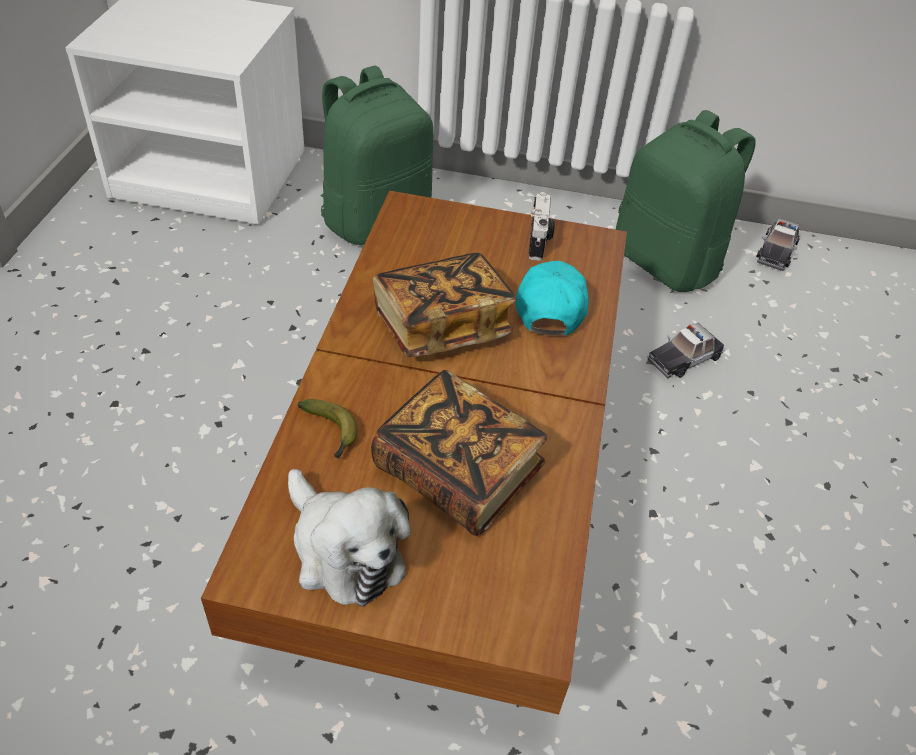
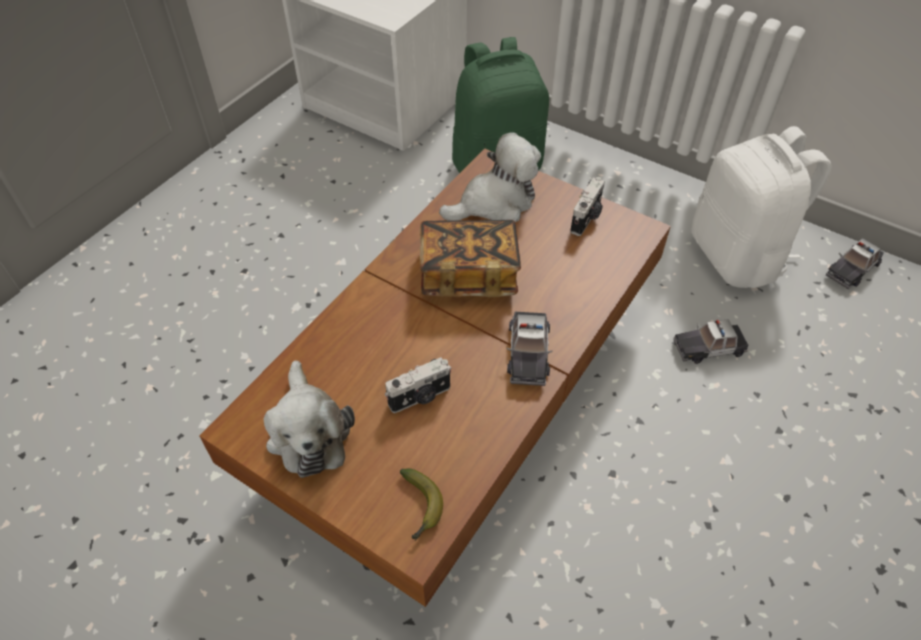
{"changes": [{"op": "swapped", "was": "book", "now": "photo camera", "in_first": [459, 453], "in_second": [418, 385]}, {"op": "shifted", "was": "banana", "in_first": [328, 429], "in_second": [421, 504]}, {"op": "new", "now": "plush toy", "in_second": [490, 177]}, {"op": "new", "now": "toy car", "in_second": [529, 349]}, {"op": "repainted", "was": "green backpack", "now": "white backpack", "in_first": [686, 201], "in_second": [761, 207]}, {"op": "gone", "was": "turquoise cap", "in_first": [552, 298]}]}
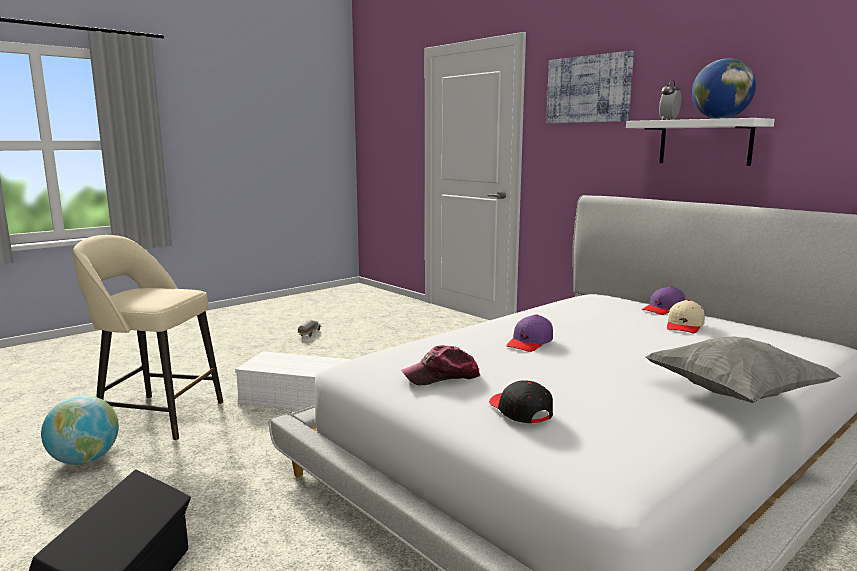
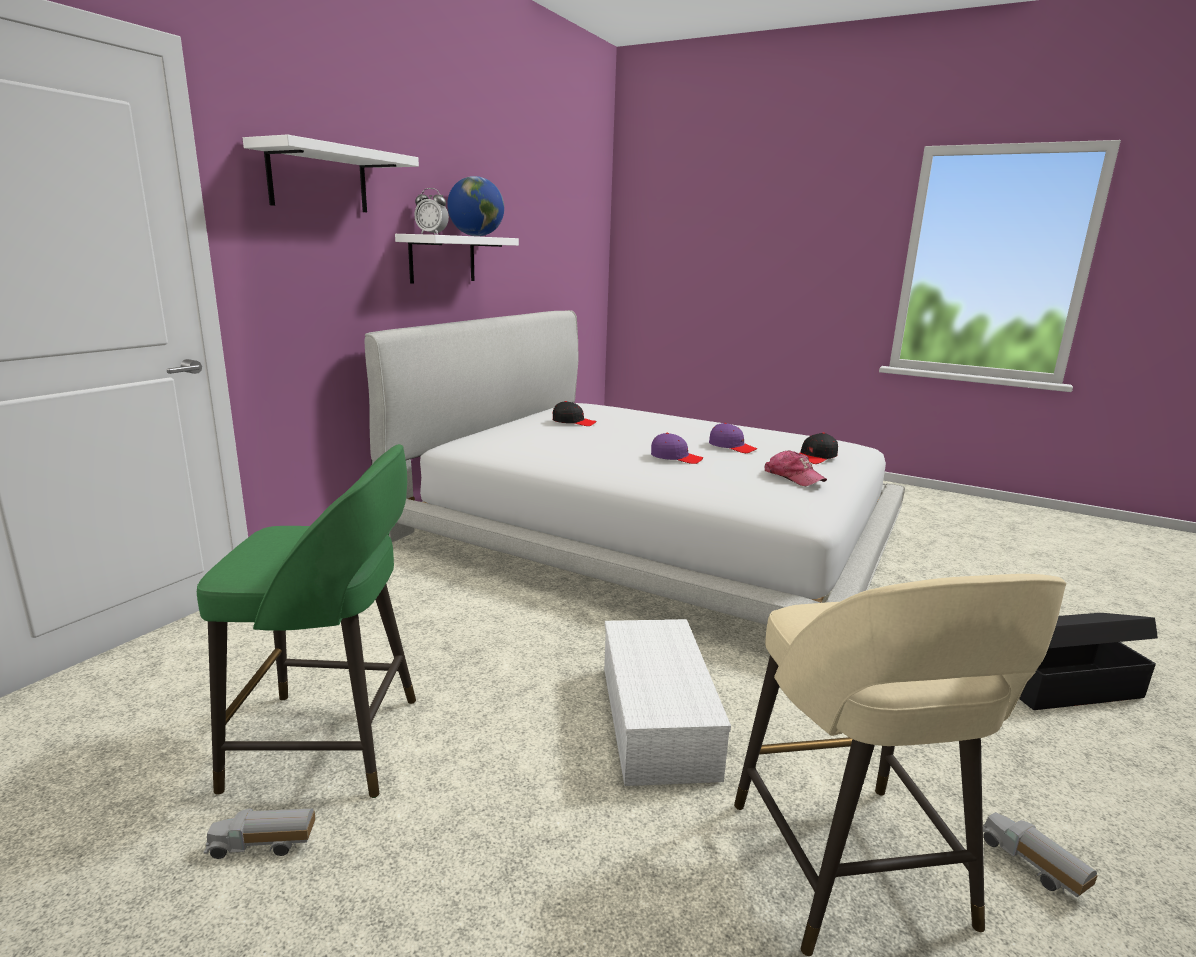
{"changes": [{"op": "new", "now": "green stool", "in_second": [306, 621]}, {"op": "swapped", "was": "picture", "now": "white shelf", "in_first": [590, 87], "in_second": [331, 173]}, {"op": "repainted", "was": "beige cap", "now": "black cap", "in_first": [686, 316], "in_second": [575, 413]}, {"op": "shifted", "was": "purple cap", "in_first": [663, 300], "in_second": [733, 438]}, {"op": "swapped", "was": "globe", "now": "toy truck", "in_first": [80, 430], "in_second": [1040, 854]}, {"op": "gone", "was": "grey pillow", "in_first": [743, 369]}]}
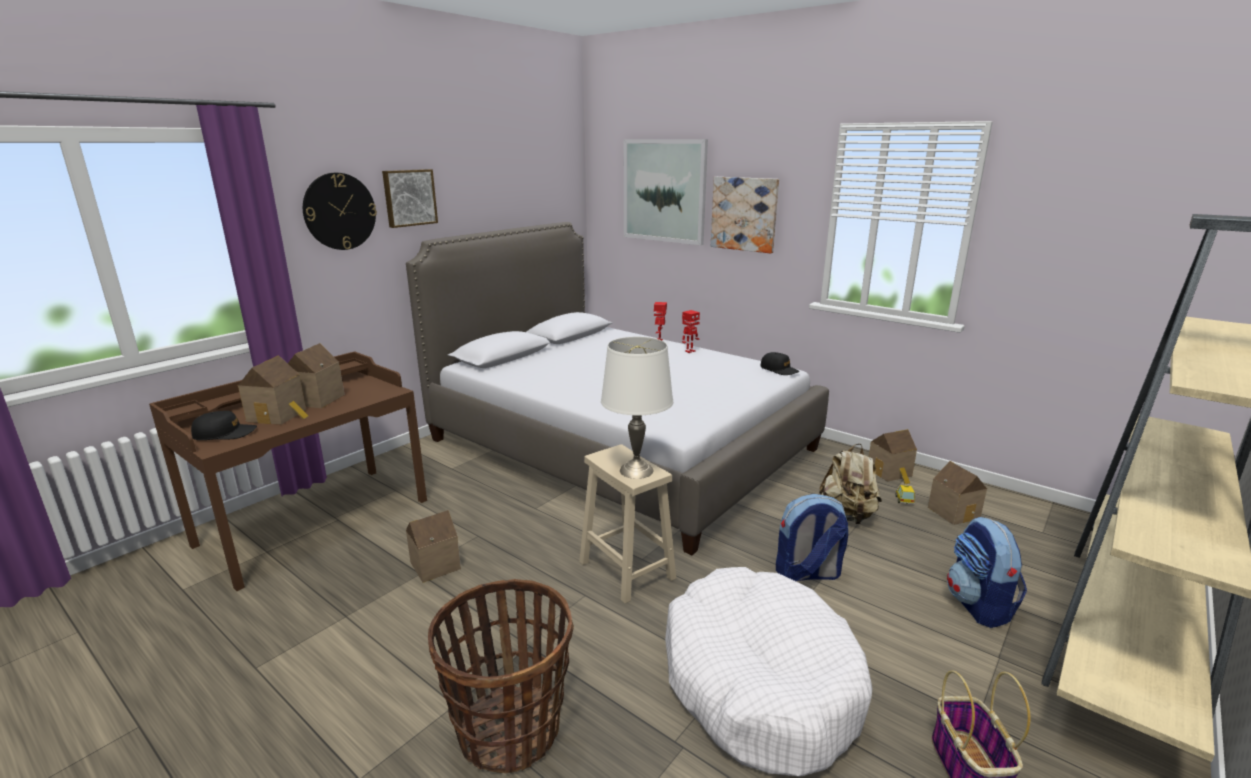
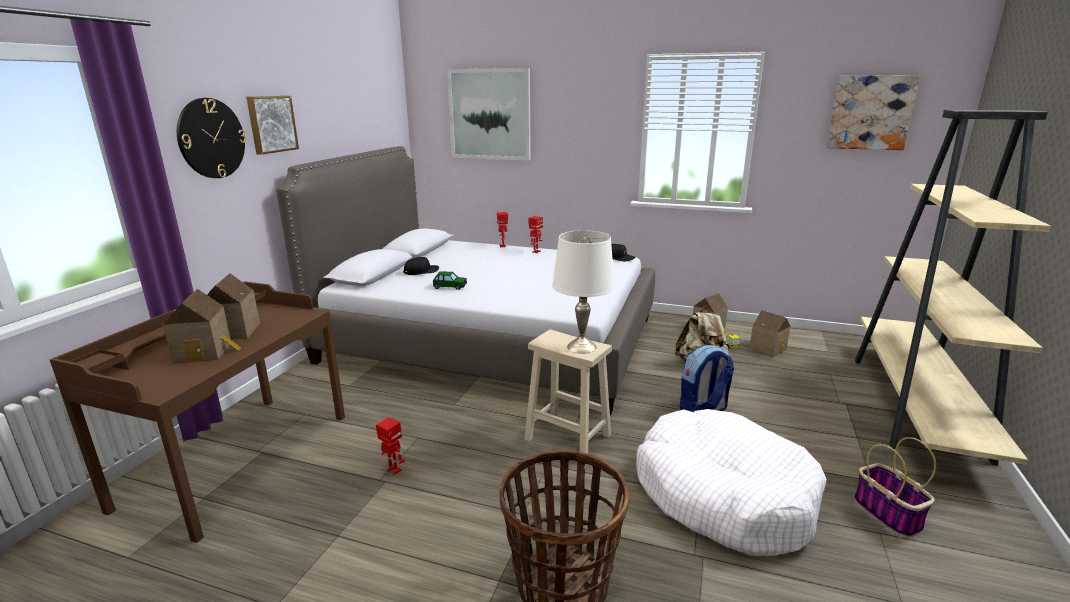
{"changes": [{"op": "swapped", "was": "toy house", "now": "toy robot", "in_first": [433, 546], "in_second": [390, 446]}, {"op": "shifted", "was": "black cap", "in_first": [224, 425], "in_second": [421, 266]}, {"op": "new", "now": "toy car", "in_second": [450, 280]}, {"op": "shifted", "was": "picture", "in_first": [745, 215], "in_second": [873, 112]}, {"op": "gone", "was": "backpack", "in_first": [987, 572]}]}
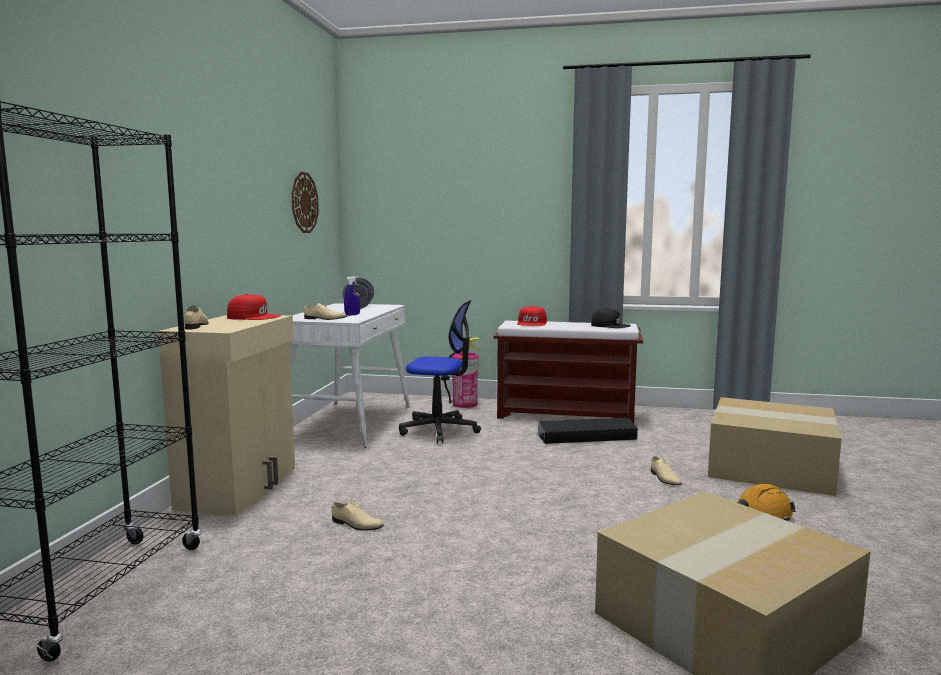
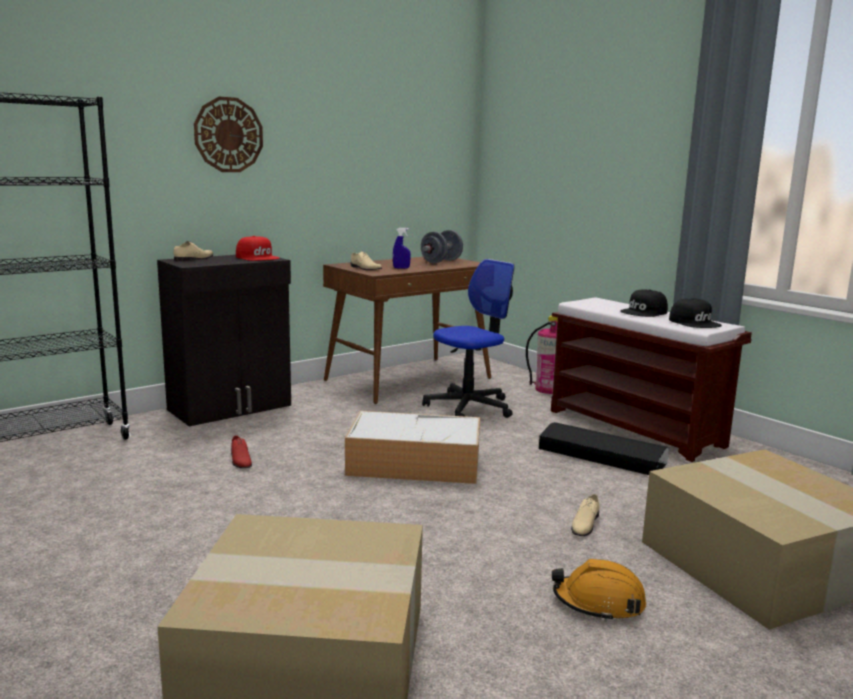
{"changes": [{"op": "repainted", "was": "beige cabinet", "now": "black cabinet", "in_first": [226, 415], "in_second": [224, 340]}, {"op": "shifted", "was": "wall clock", "in_first": [305, 202], "in_second": [228, 134]}, {"op": "repainted", "was": "beige shoe", "now": "red shoe", "in_first": [357, 516], "in_second": [241, 452]}, {"op": "repainted", "was": "white desk", "now": "brown desk", "in_first": [350, 375], "in_second": [407, 330]}, {"op": "new", "now": "storage box", "in_second": [412, 447]}, {"op": "rotated", "was": "office chair", "in_first": [440, 371], "in_second": [468, 338], "clockwise": -90}, {"op": "new", "now": "black cap", "in_second": [644, 303]}, {"op": "gone", "was": "red cap", "in_first": [532, 316]}]}
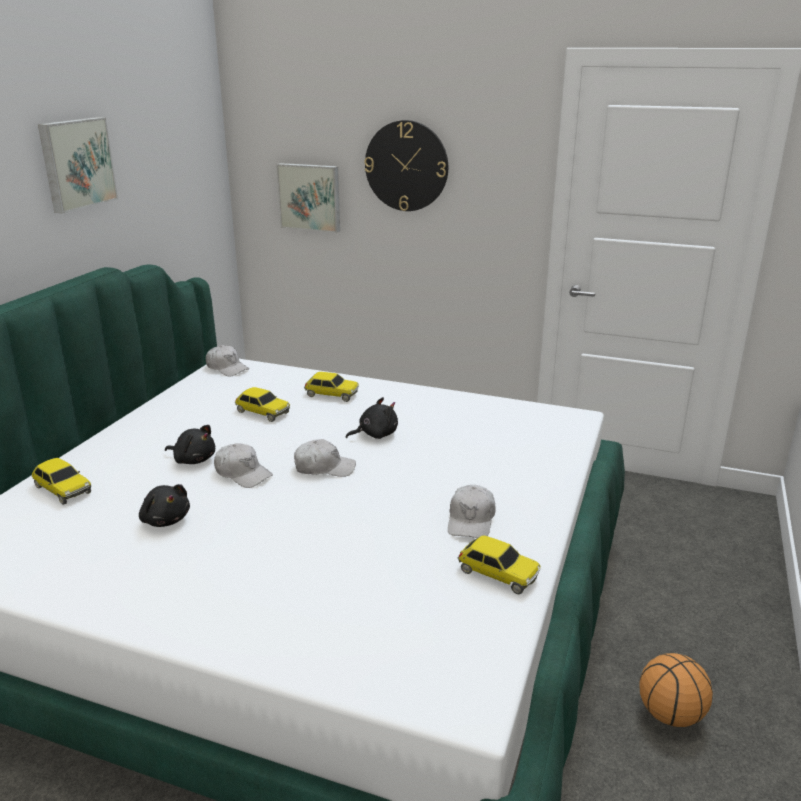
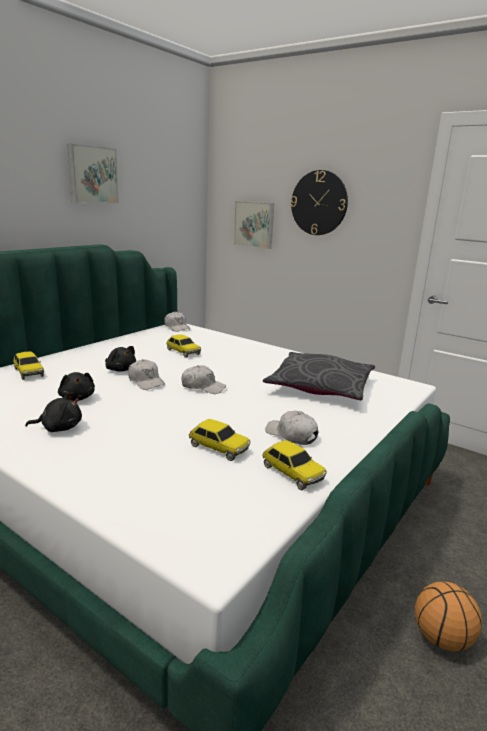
{"changes": [{"op": "shifted", "was": "black plush toy", "in_first": [372, 418], "in_second": [53, 412]}, {"op": "shifted", "was": "toy car", "in_first": [331, 387], "in_second": [219, 440]}, {"op": "new", "now": "grey pillow", "in_second": [319, 376]}, {"op": "rotated", "was": "white cap", "in_first": [472, 511], "in_second": [292, 428], "clockwise": 105}]}
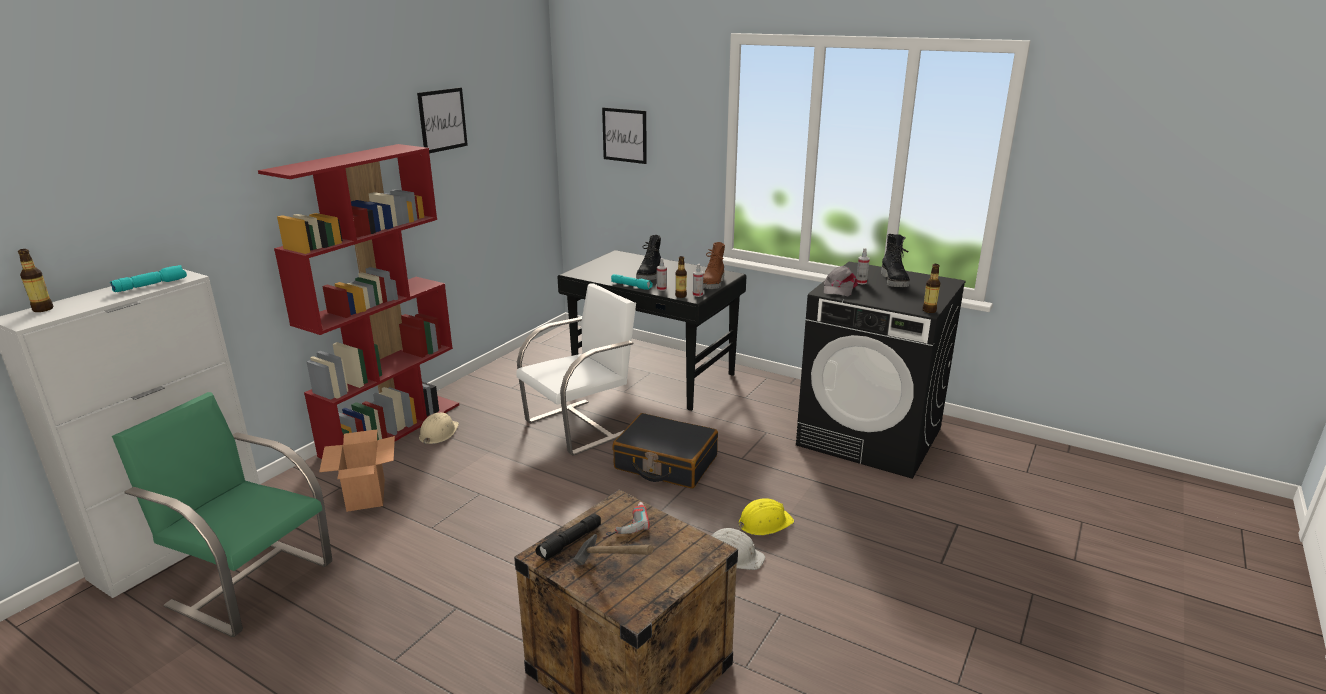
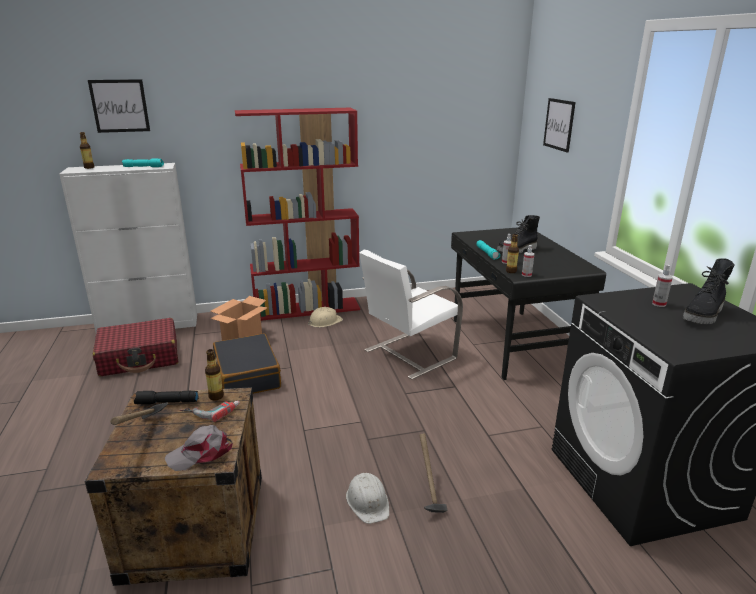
{"changes": [{"op": "shifted", "was": "picture", "in_first": [442, 121], "in_second": [119, 106]}, {"op": "swapped", "was": "green chair", "now": "red suitcase", "in_first": [222, 514], "in_second": [135, 347]}, {"op": "shifted", "was": "grey cap", "in_first": [841, 281], "in_second": [199, 448]}, {"op": "shifted", "was": "bottle", "in_first": [931, 288], "in_second": [214, 374]}, {"op": "shifted", "was": "black suitcase", "in_first": [665, 450], "in_second": [247, 363]}, {"op": "rotated", "was": "white chair", "in_first": [576, 369], "in_second": [411, 315], "clockwise": 135}, {"op": "swapped", "was": "yellow hard hat", "now": "hammer", "in_first": [766, 516], "in_second": [433, 473]}, {"op": "gone", "was": "brown boot", "in_first": [714, 265]}]}
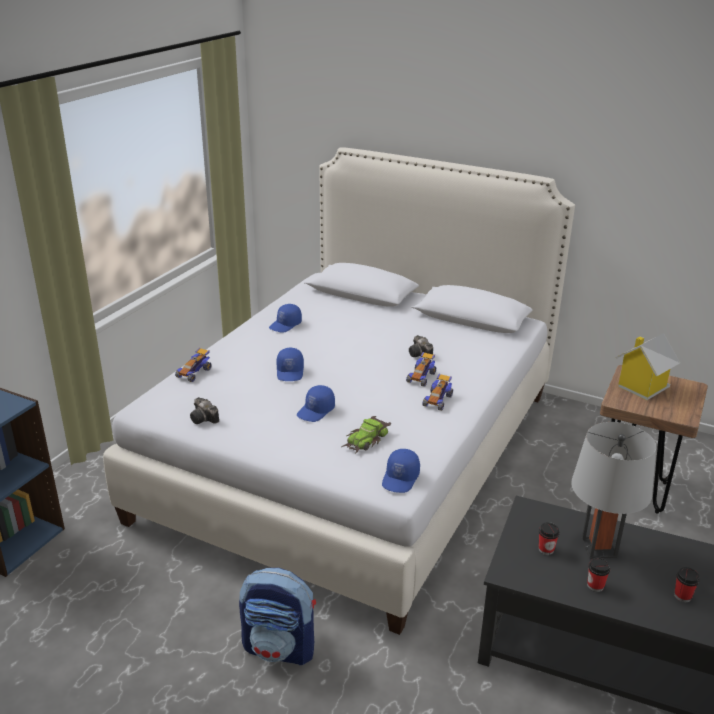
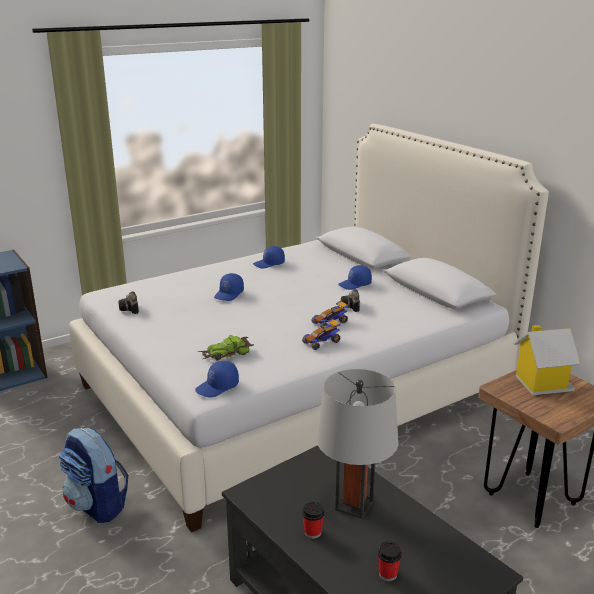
{"changes": [{"op": "shifted", "was": "blue cap", "in_first": [316, 403], "in_second": [355, 277]}, {"op": "gone", "was": "toy car", "in_first": [193, 365]}, {"op": "gone", "was": "cup", "in_first": [549, 538]}]}
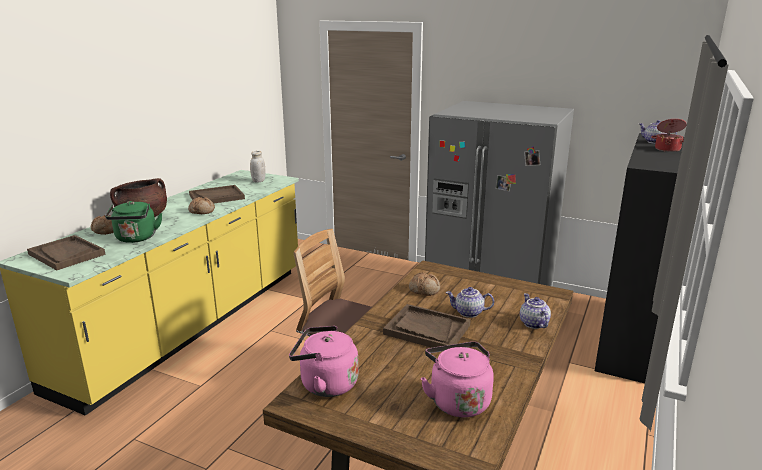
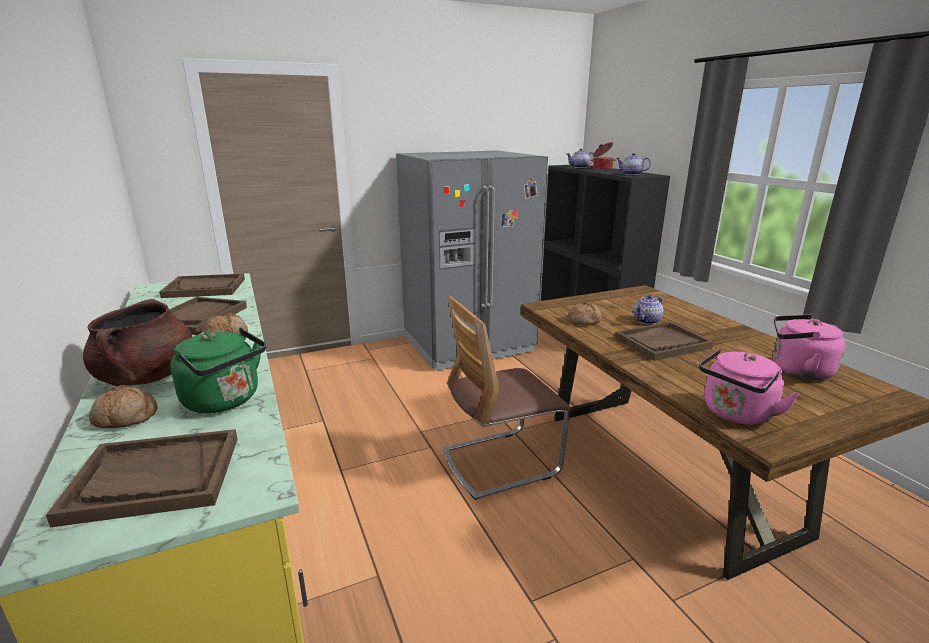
{"changes": [{"op": "swapped", "was": "white jar", "now": "brown tray", "in_first": [258, 167], "in_second": [202, 286]}, {"op": "shifted", "was": "teapot", "in_first": [535, 311], "in_second": [633, 164]}]}
